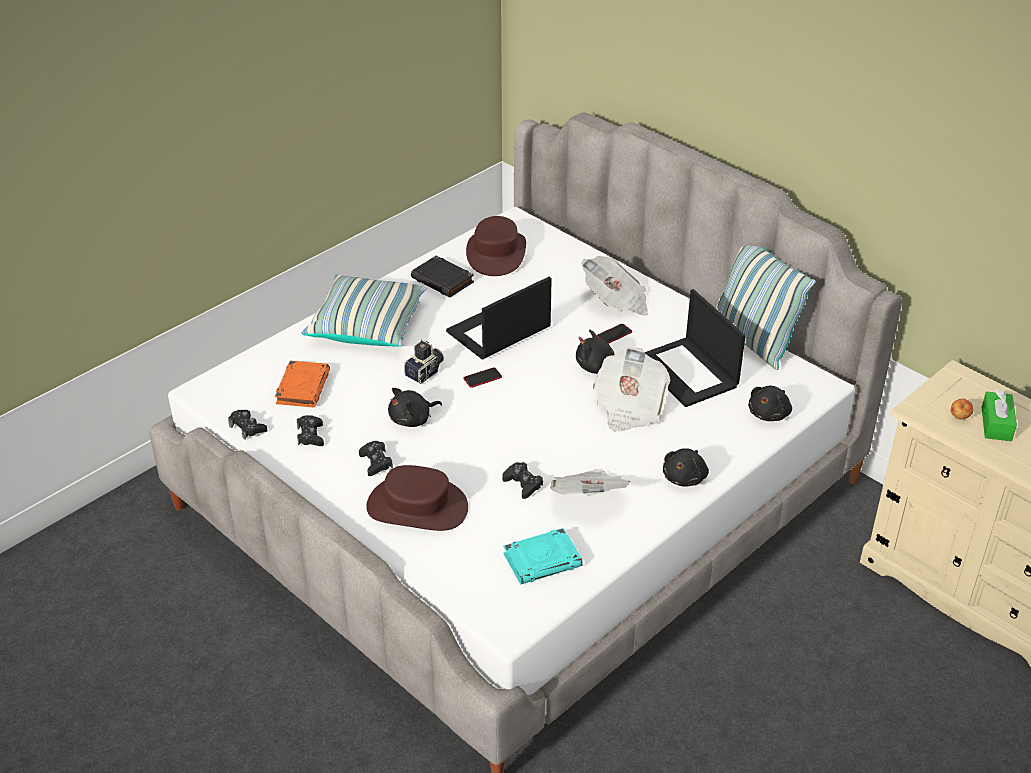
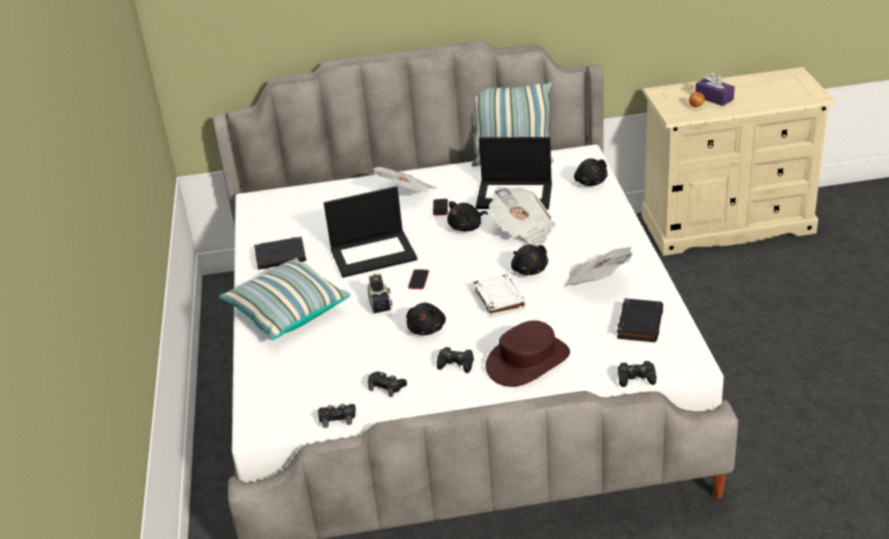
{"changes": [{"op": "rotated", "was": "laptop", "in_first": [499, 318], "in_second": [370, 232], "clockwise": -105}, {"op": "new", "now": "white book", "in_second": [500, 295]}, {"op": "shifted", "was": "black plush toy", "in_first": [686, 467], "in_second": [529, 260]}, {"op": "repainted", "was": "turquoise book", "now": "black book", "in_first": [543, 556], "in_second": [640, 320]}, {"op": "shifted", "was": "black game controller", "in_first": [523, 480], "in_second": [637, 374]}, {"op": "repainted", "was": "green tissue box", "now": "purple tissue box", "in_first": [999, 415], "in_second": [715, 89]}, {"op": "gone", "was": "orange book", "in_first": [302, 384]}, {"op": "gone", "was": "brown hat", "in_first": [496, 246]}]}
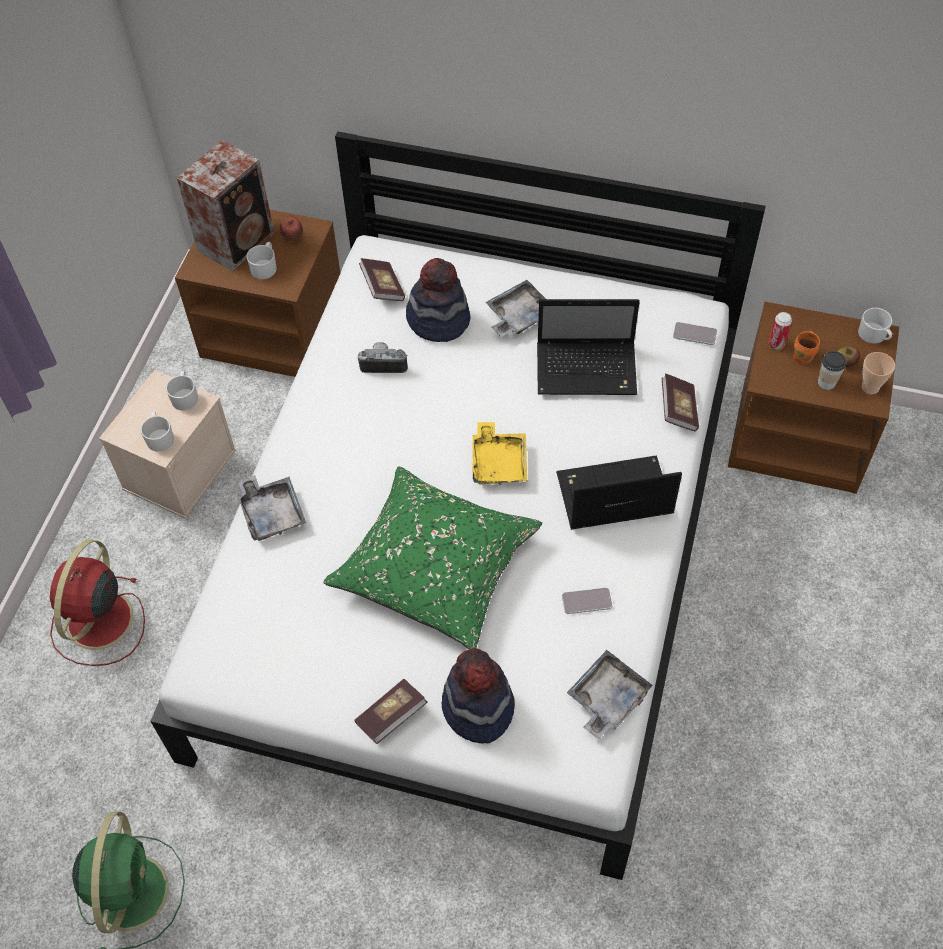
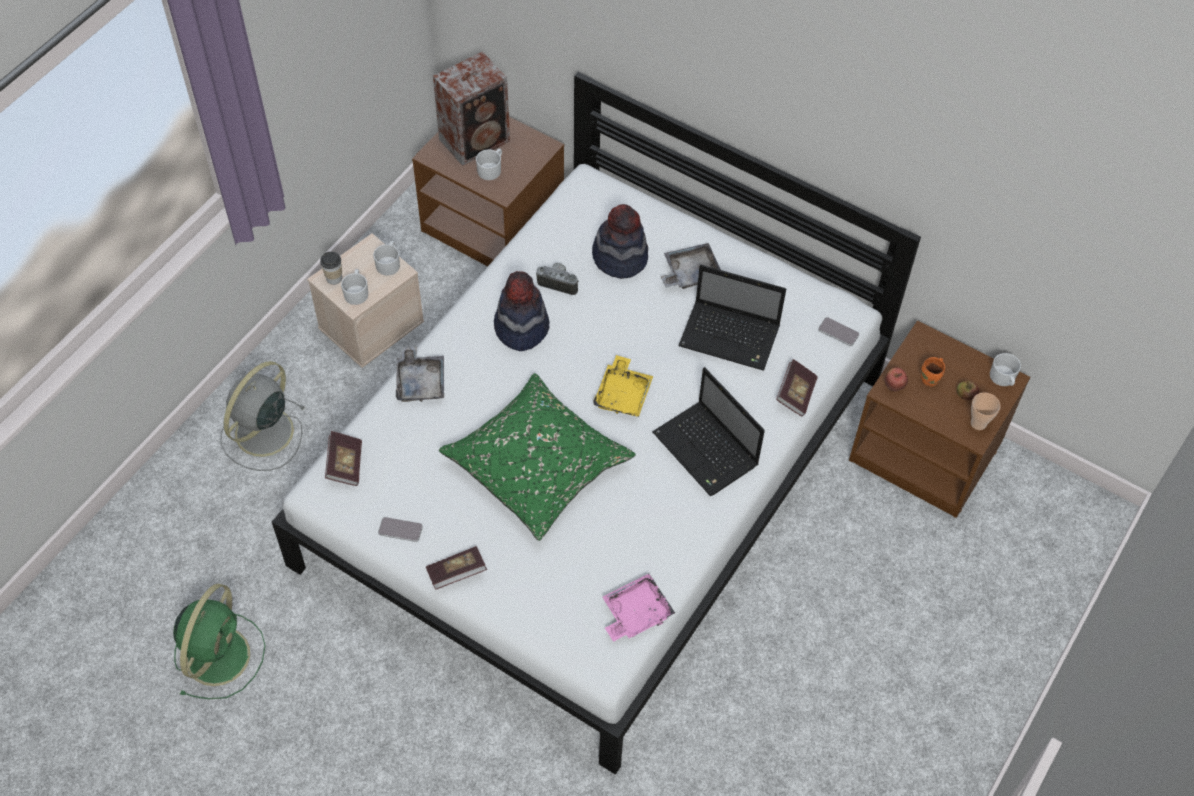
{"changes": [{"op": "repainted", "was": "red fan", "now": "grey fan", "in_first": [97, 602], "in_second": [262, 416]}, {"op": "shifted", "was": "cup", "in_first": [832, 370], "in_second": [331, 268]}, {"op": "shifted", "was": "book", "in_first": [382, 279], "in_second": [343, 458]}, {"op": "shifted", "was": "phone", "in_first": [587, 601], "in_second": [400, 529]}, {"op": "shifted", "was": "hat", "in_first": [478, 695], "in_second": [521, 311]}, {"op": "repainted", "was": "grey tray", "now": "pink tray", "in_first": [610, 694], "in_second": [638, 608]}, {"op": "rotated", "was": "laptop", "in_first": [619, 492], "in_second": [708, 431], "clockwise": -135}, {"op": "shifted", "was": "apple", "in_first": [291, 229], "in_second": [896, 379]}, {"op": "gone", "was": "can", "in_first": [780, 331]}]}
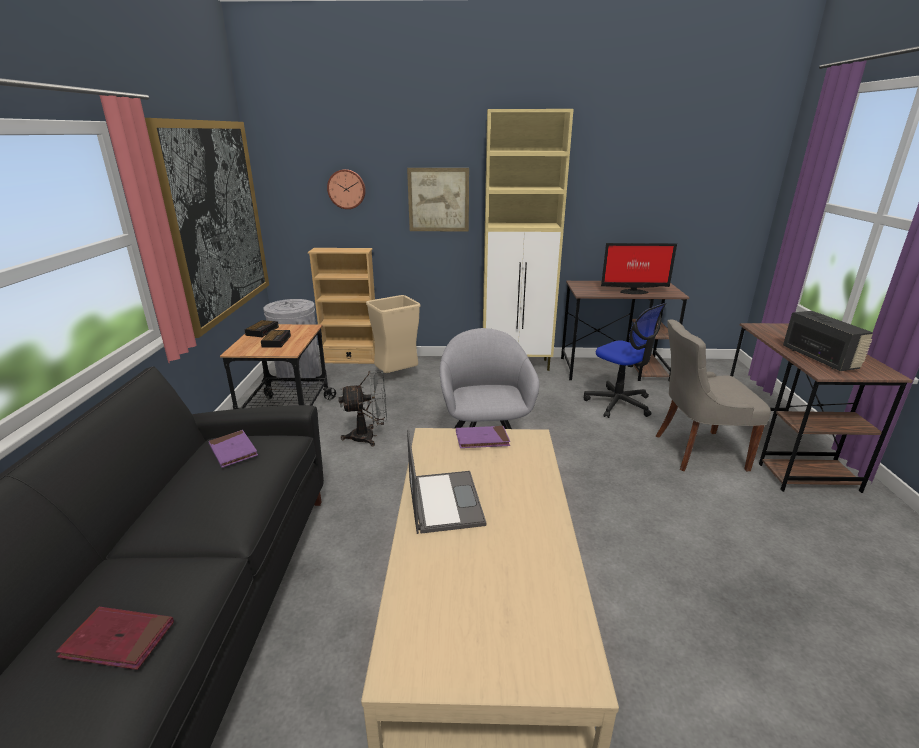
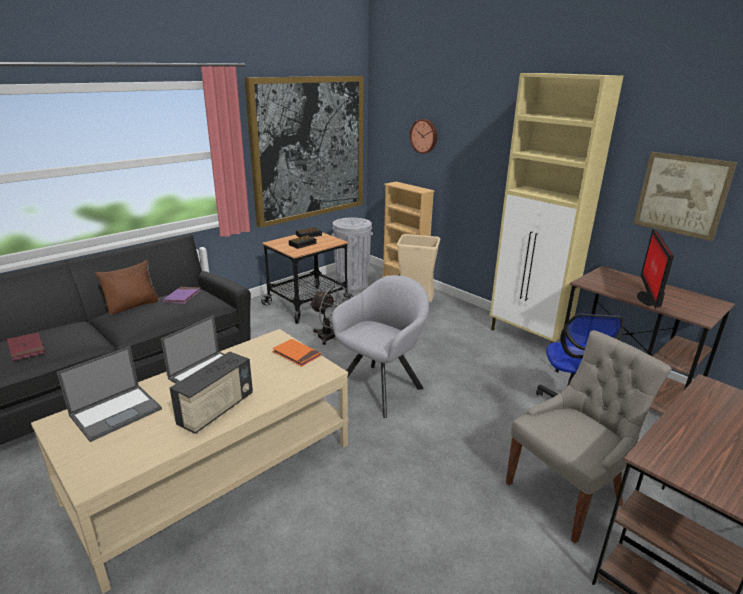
{"changes": [{"op": "new", "now": "laptop", "in_second": [109, 394]}, {"op": "new", "now": "brown pillow", "in_second": [127, 287]}, {"op": "shifted", "was": "radio", "in_first": [828, 341], "in_second": [211, 393]}, {"op": "repainted", "was": "purple book", "now": "orange book", "in_first": [483, 437], "in_second": [296, 353]}, {"op": "rotated", "was": "grey chair", "in_first": [713, 395], "in_second": [589, 437], "clockwise": 105}, {"op": "shifted", "was": "picture", "in_first": [438, 199], "in_second": [685, 196]}, {"op": "rotated", "was": "monitor", "in_first": [639, 268], "in_second": [655, 269], "clockwise": 60}]}
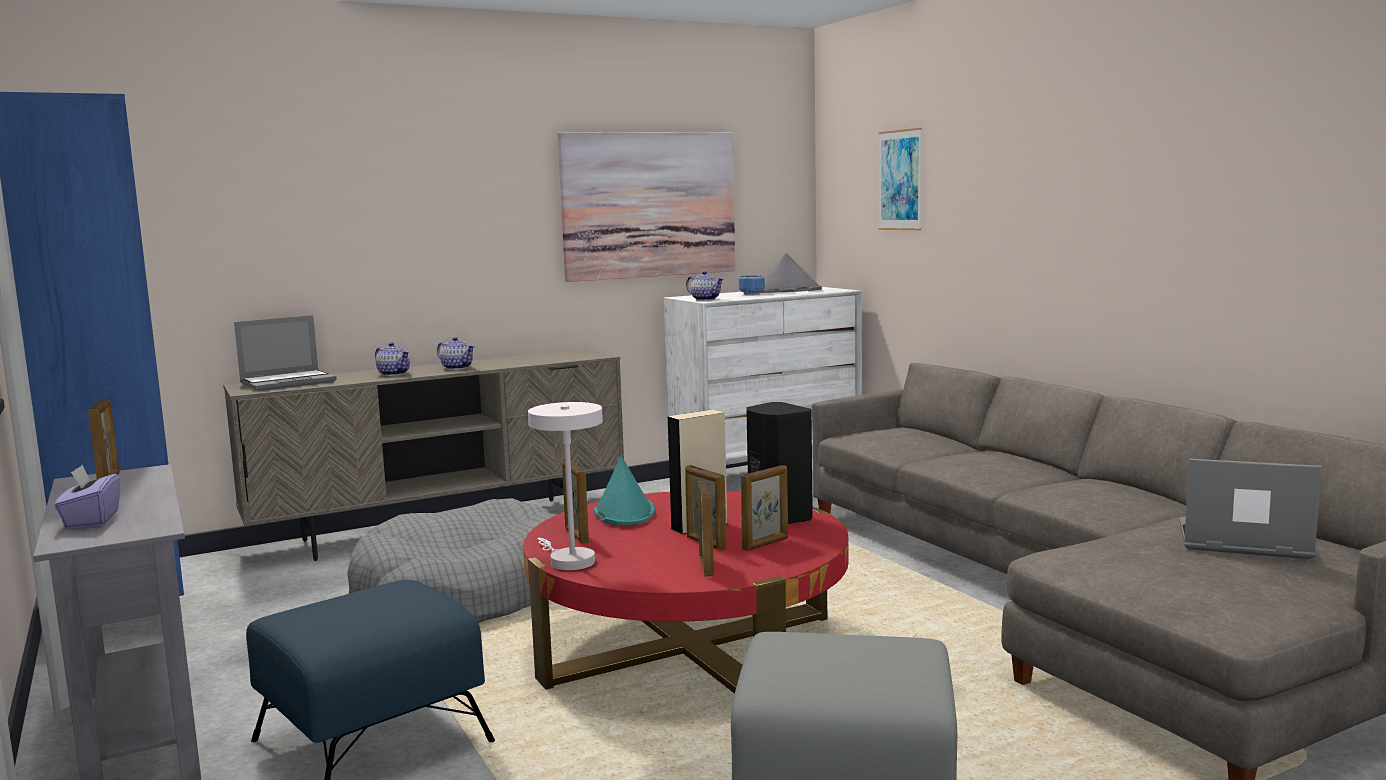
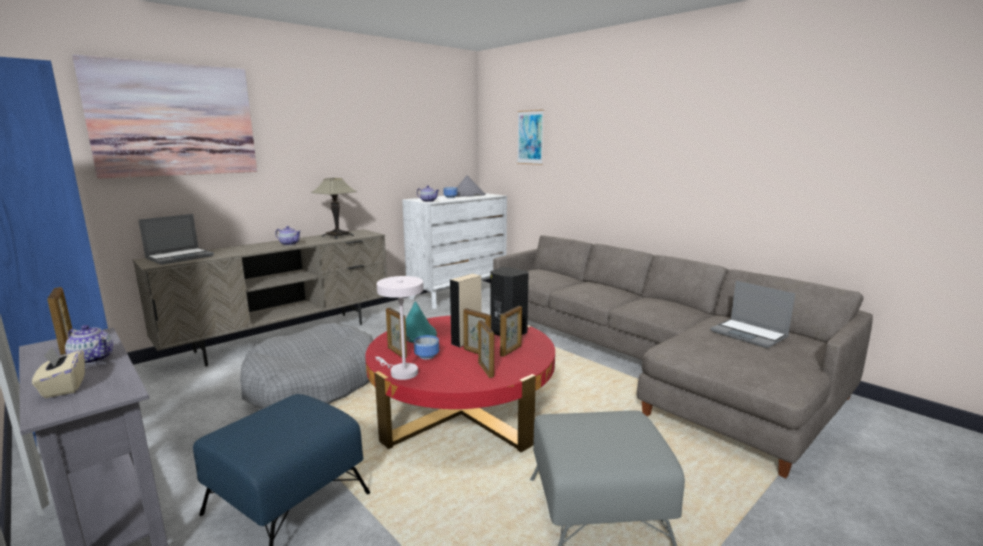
{"changes": [{"op": "repainted", "was": "purple tissue box", "now": "beige tissue box", "in_first": [87, 497], "in_second": [58, 372]}, {"op": "shifted", "was": "teapot", "in_first": [392, 359], "in_second": [89, 345]}, {"op": "shifted", "was": "picture", "in_first": [647, 207], "in_second": [164, 116]}, {"op": "new", "now": "table lamp", "in_second": [334, 208]}, {"op": "new", "now": "bowl", "in_second": [426, 347]}, {"op": "rotated", "was": "laptop", "in_first": [1250, 509], "in_second": [752, 314], "clockwise": -135}]}
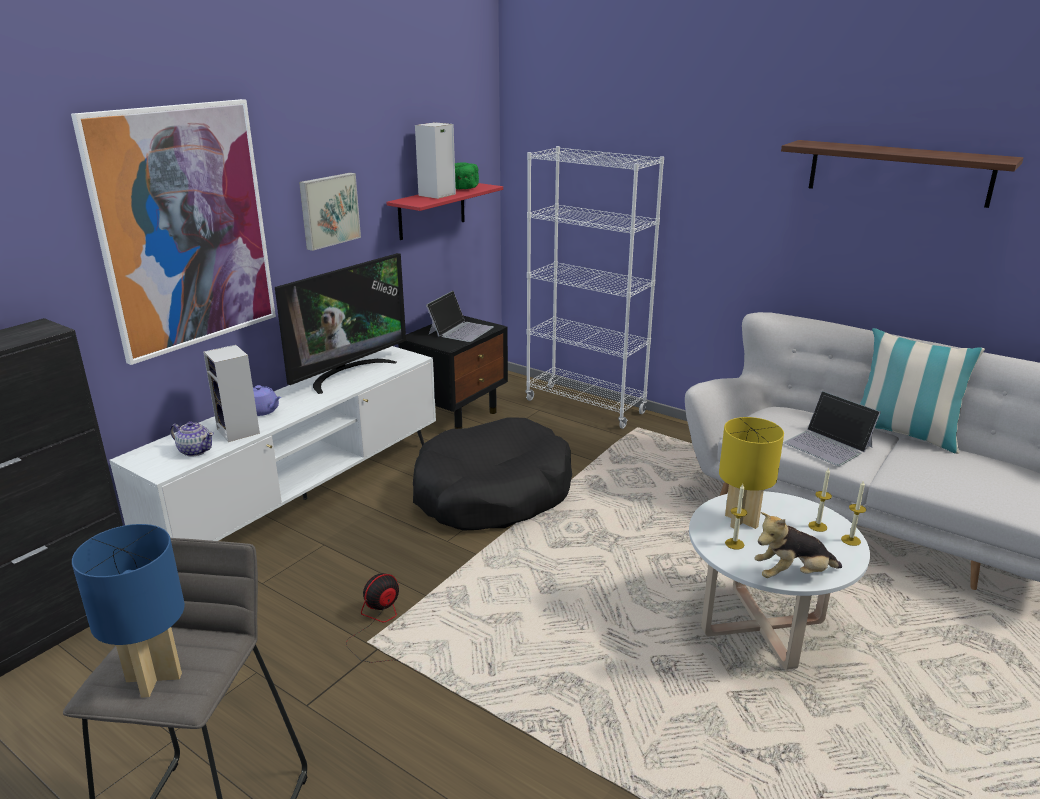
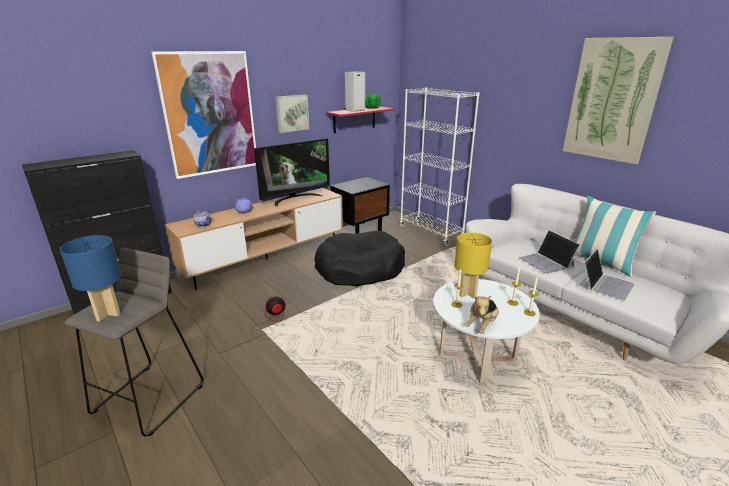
{"changes": [{"op": "repainted", "was": "white tv stand", "now": "brown tv stand", "in_first": [272, 443], "in_second": [254, 239]}, {"op": "rotated", "was": "plush toy", "in_first": [798, 545], "in_second": [482, 314], "clockwise": -60}, {"op": "swapped", "was": "shelf", "now": "picture", "in_first": [902, 174], "in_second": [618, 101]}, {"op": "shifted", "was": "laptop", "in_first": [460, 316], "in_second": [607, 275]}, {"op": "gone", "was": "speaker", "in_first": [231, 393]}]}
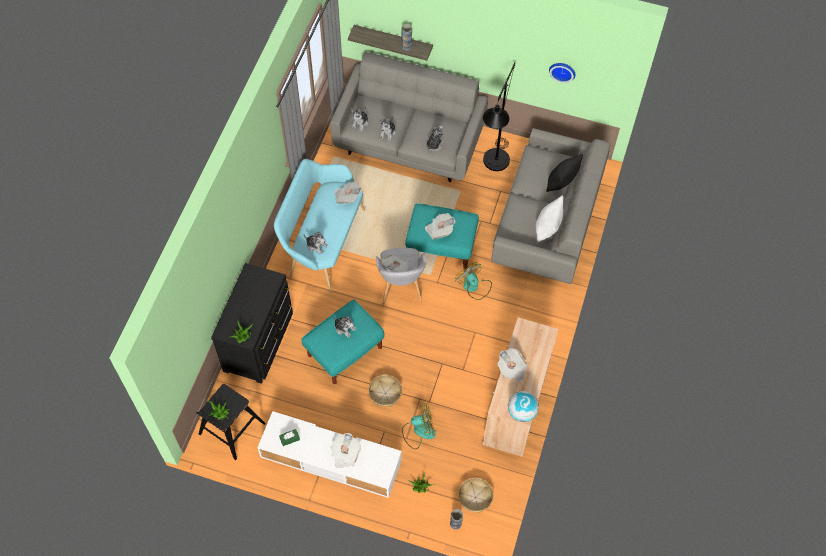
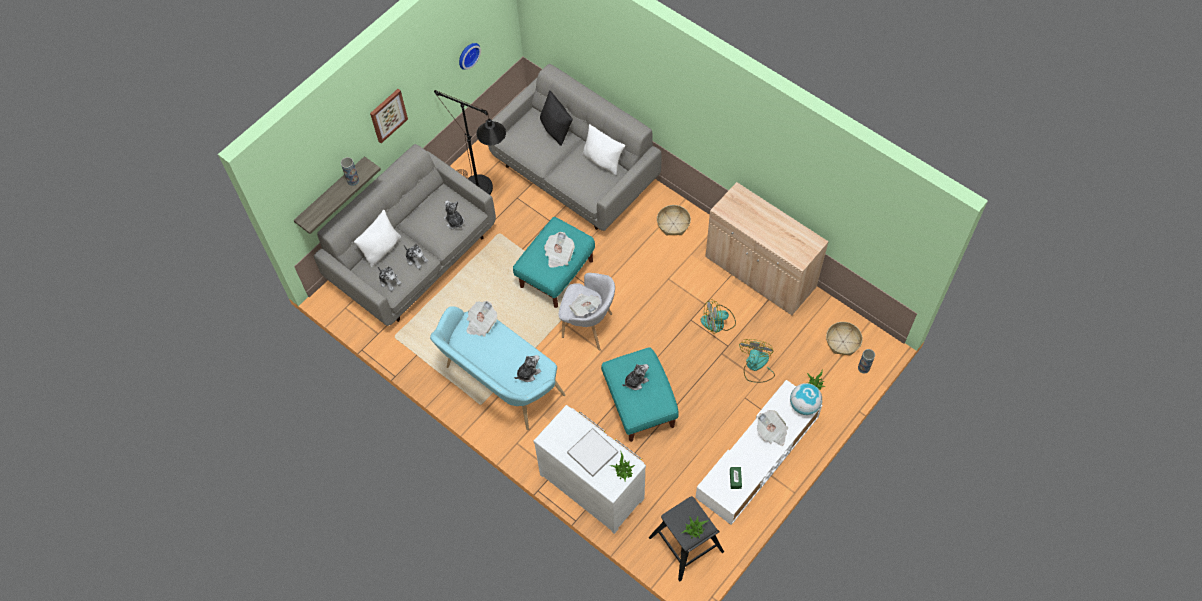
{"changes": [{"op": "new", "now": "white pillow", "in_second": [377, 238]}, {"op": "new", "now": "picture", "in_second": [389, 116]}, {"op": "repainted", "was": "black dresser", "now": "white dresser", "in_first": [252, 323], "in_second": [590, 469]}, {"op": "new", "now": "white tray", "in_second": [592, 452]}, {"op": "shifted", "was": "basket", "in_first": [385, 391], "in_second": [674, 220]}, {"op": "shifted", "was": "fan", "in_first": [473, 281], "in_second": [718, 316]}, {"op": "shifted", "was": "globe", "in_first": [523, 406], "in_second": [806, 399]}, {"op": "gone", "was": "newspaper", "in_first": [513, 365]}]}
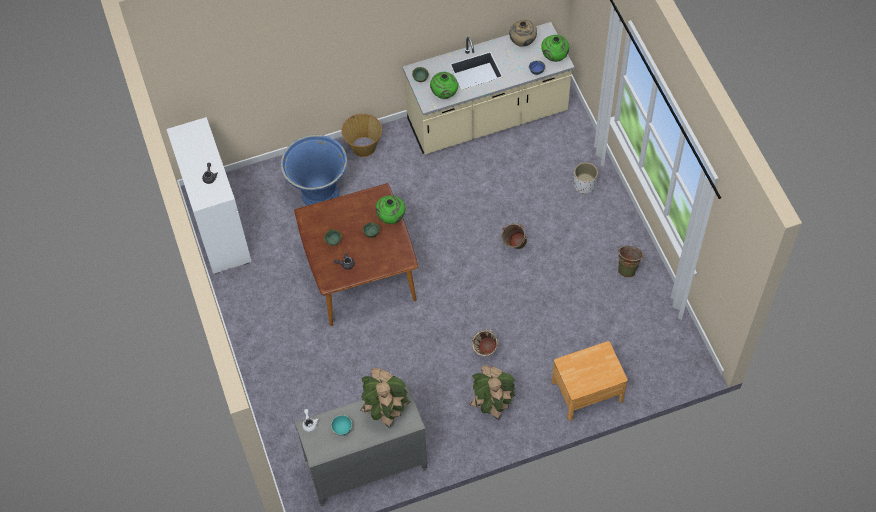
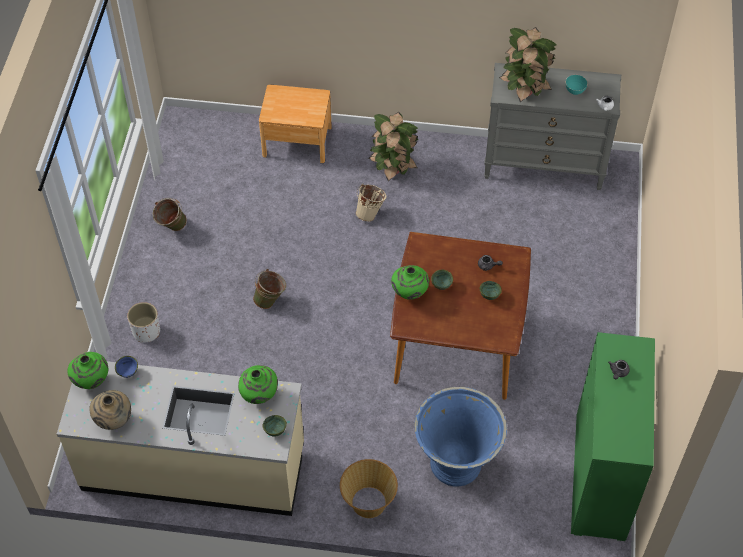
{"changes": [{"op": "repainted", "was": "white dresser", "now": "green dresser", "in_first": [209, 195], "in_second": [613, 436]}]}
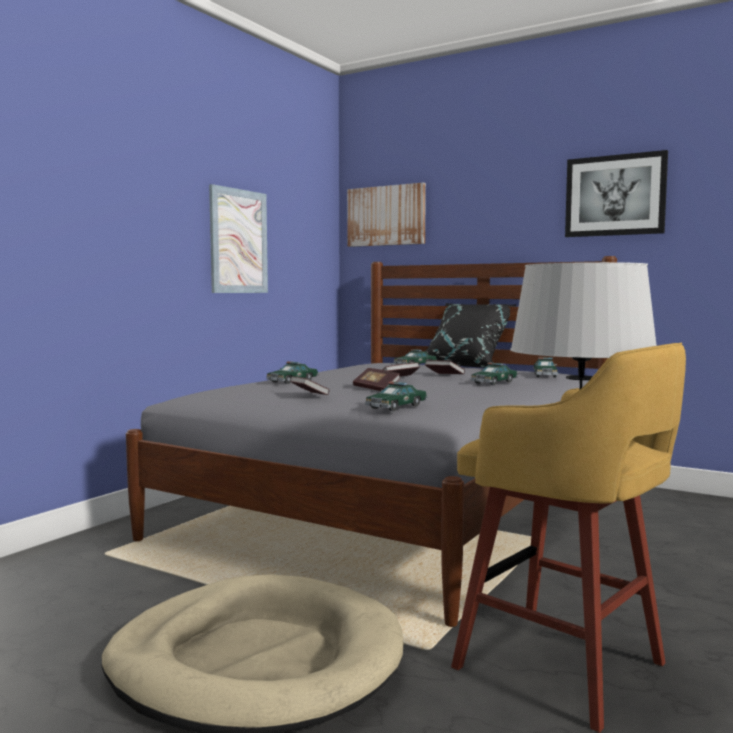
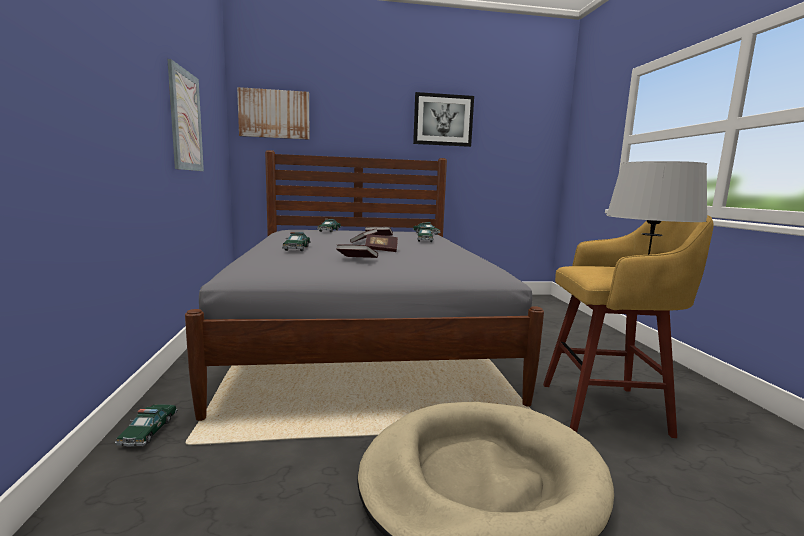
{"changes": [{"op": "shifted", "was": "toy car", "in_first": [396, 396], "in_second": [146, 425]}, {"op": "gone", "was": "black pillow", "in_first": [471, 335]}]}
